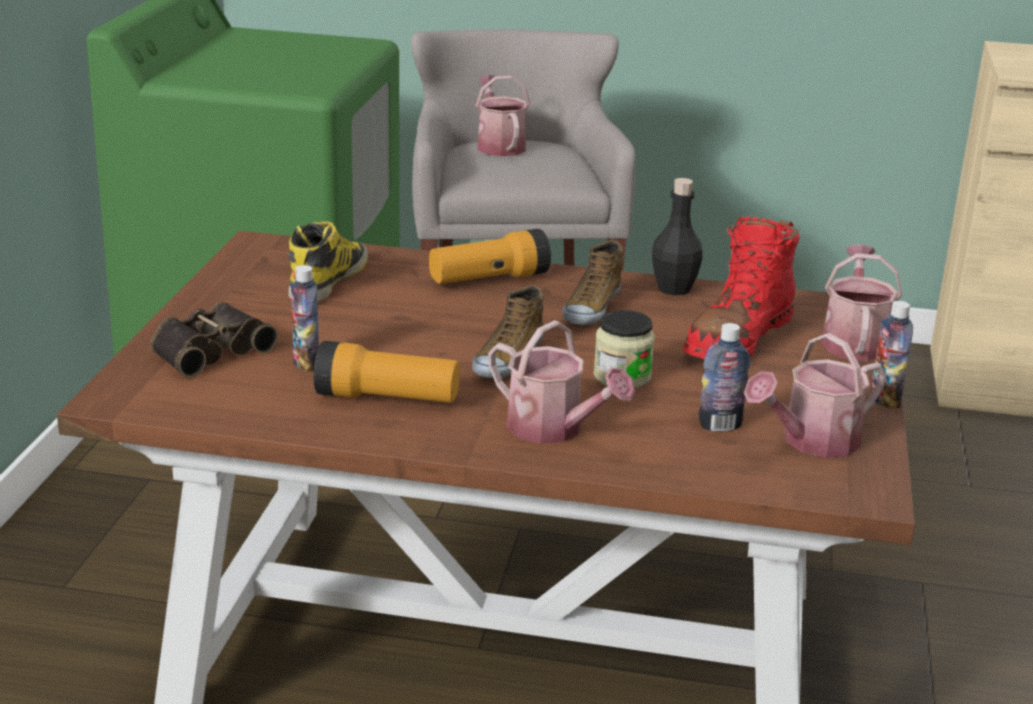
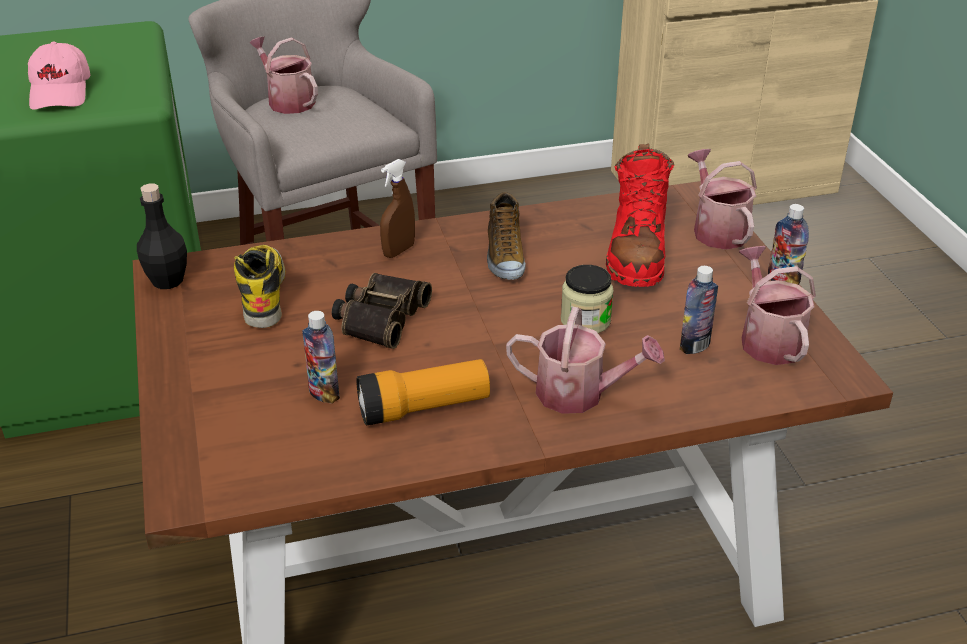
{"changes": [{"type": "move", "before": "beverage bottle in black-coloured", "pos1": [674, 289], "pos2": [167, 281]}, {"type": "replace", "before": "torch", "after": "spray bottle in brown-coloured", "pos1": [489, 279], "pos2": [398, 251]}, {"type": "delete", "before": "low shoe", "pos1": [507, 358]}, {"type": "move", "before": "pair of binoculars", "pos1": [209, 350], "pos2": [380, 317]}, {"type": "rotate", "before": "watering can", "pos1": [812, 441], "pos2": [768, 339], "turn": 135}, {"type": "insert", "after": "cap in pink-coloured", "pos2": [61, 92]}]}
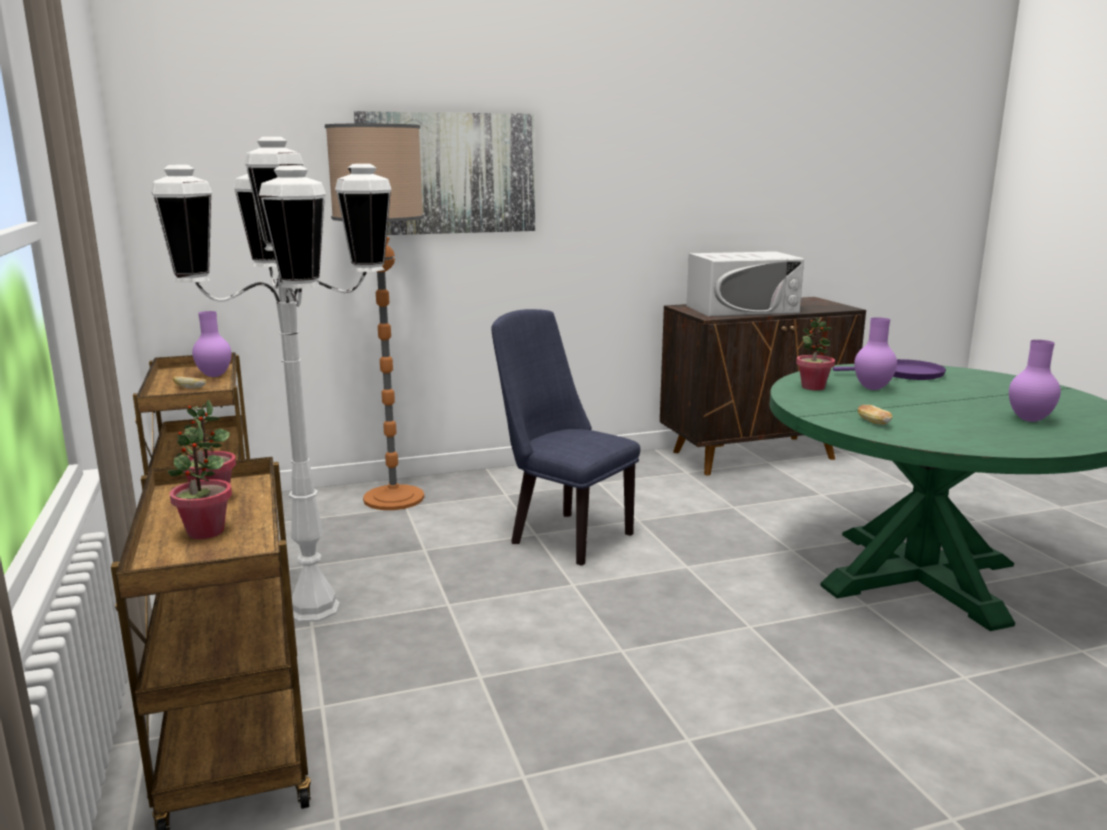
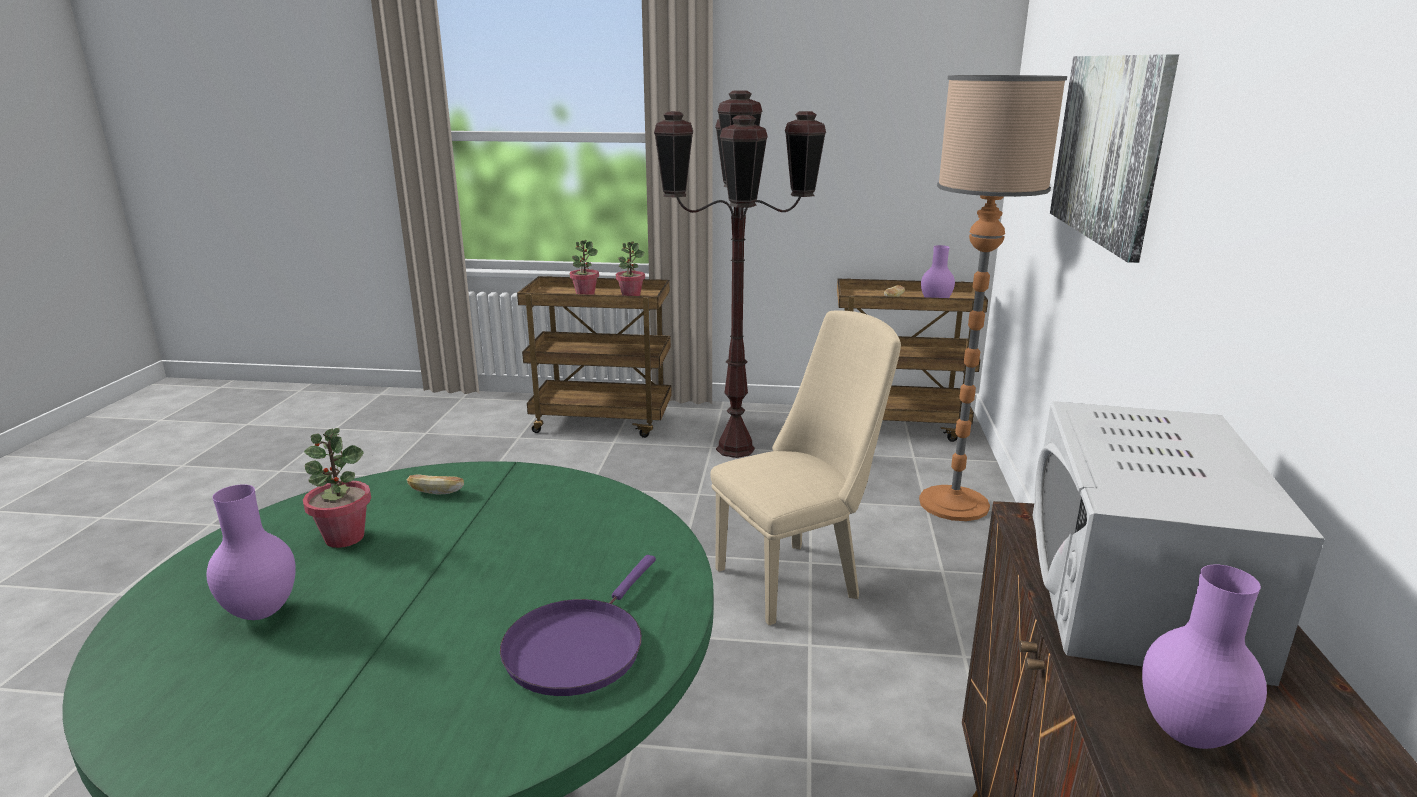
{"changes": [{"type": "recolor", "before": "floor lamp in white-coloured", "after": "floor lamp in brown-coloured", "pos1": [312, 610], "pos2": [734, 449]}, {"type": "recolor", "before": "chair in blue", "after": "chair in sand-coloured", "pos1": [563, 535], "pos2": [796, 578]}, {"type": "move", "before": "houseplant", "pos1": [813, 387], "pos2": [344, 537]}, {"type": "move", "before": "vase in purple", "pos1": [871, 388], "pos2": [1189, 734]}]}
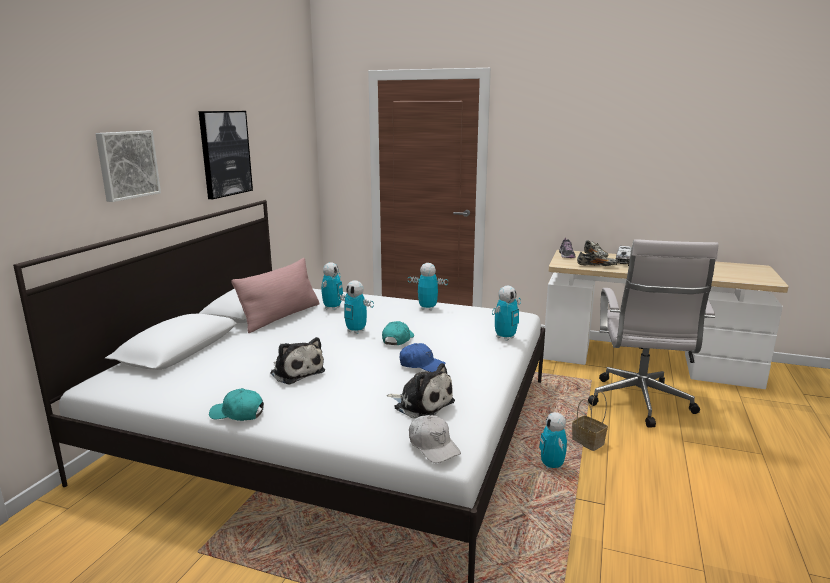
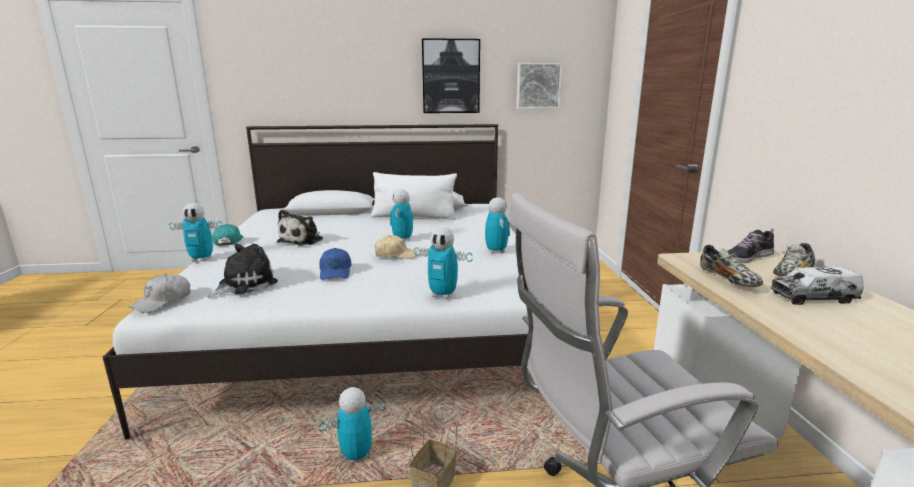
{"changes": [{"type": "move", "before": "picture", "pos1": [127, 164], "pos2": [538, 86]}, {"type": "recolor", "before": "throw pillow in pink-coloured", "after": "throw pillow in white-coloured", "pos1": [281, 316], "pos2": [414, 217]}, {"type": "move", "before": "robot figure", "pos1": [332, 308], "pos2": [202, 259]}, {"type": "recolor", "before": "cap in turquoise", "after": "cap in sand-coloured", "pos1": [397, 339], "pos2": [395, 255]}, {"type": "rotate", "before": "cuddly toy", "pos1": [421, 404], "pos2": [244, 284], "turn": -150}]}
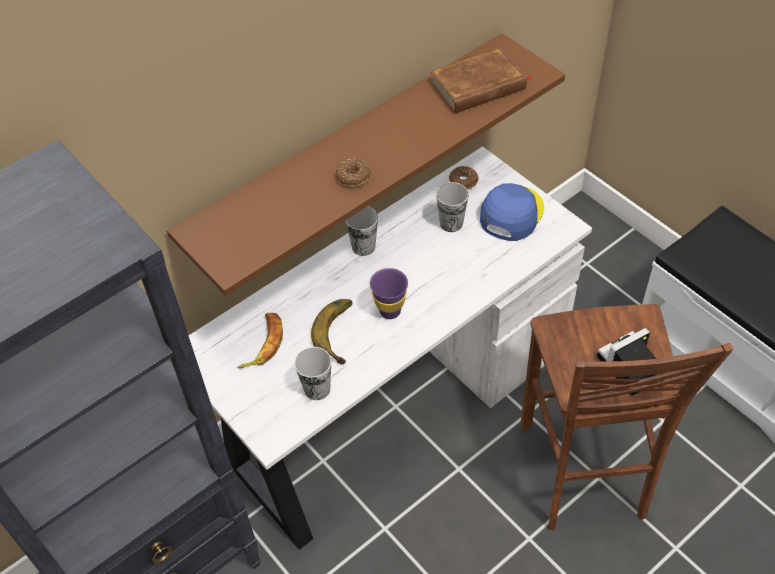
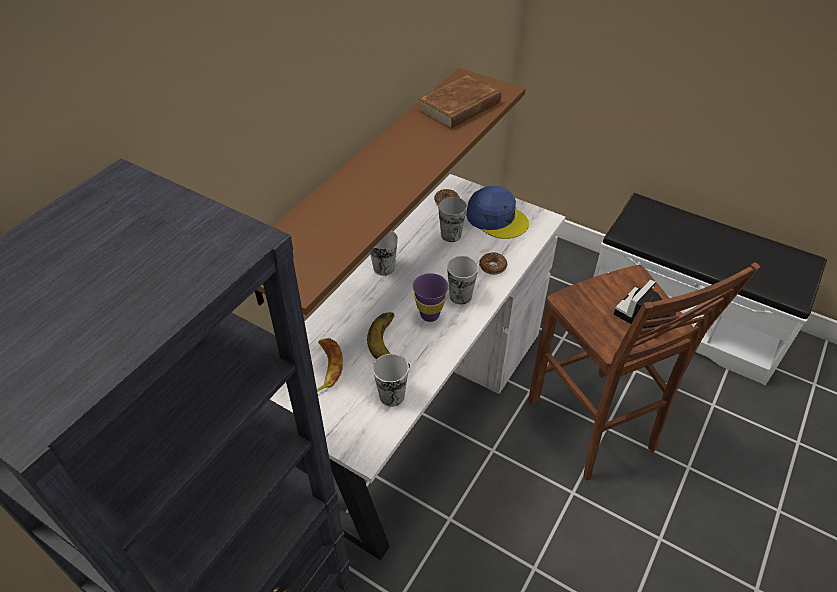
{"changes": [{"type": "move", "before": "doughnut", "pos1": [353, 177], "pos2": [493, 267]}, {"type": "rotate", "before": "cap in blue", "pos1": [511, 214], "pos2": [497, 218], "turn": 120}, {"type": "insert", "after": "cup", "pos2": [460, 296]}]}
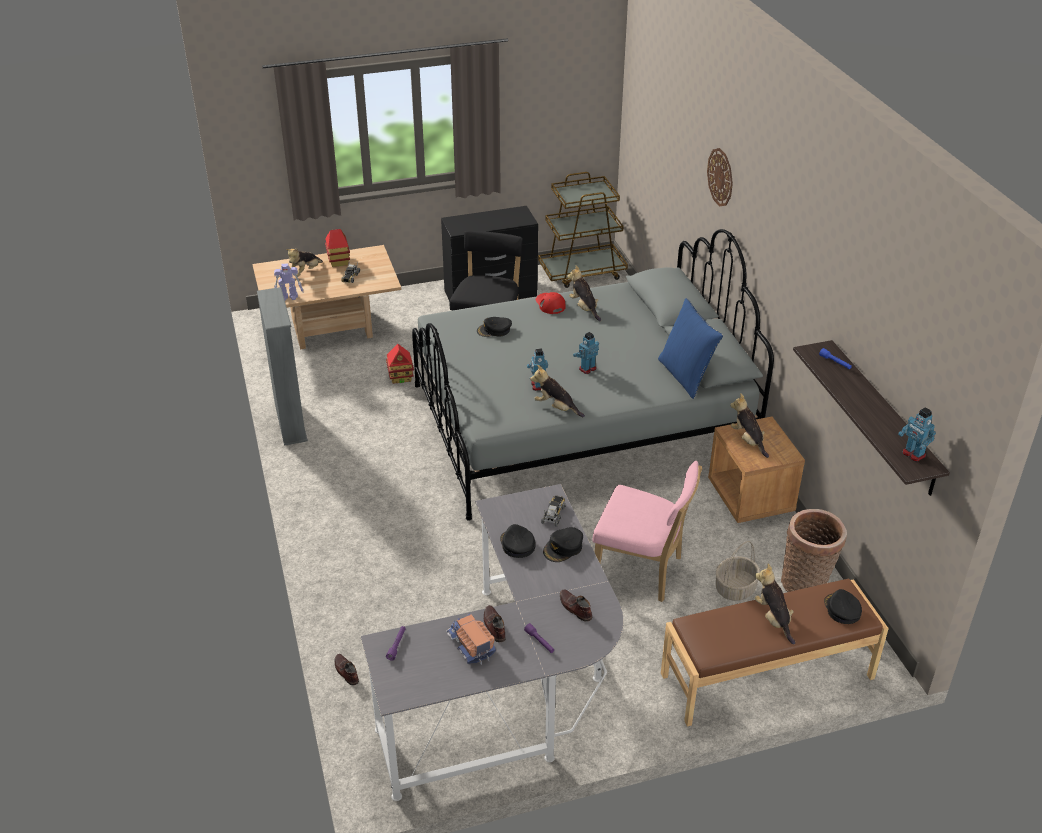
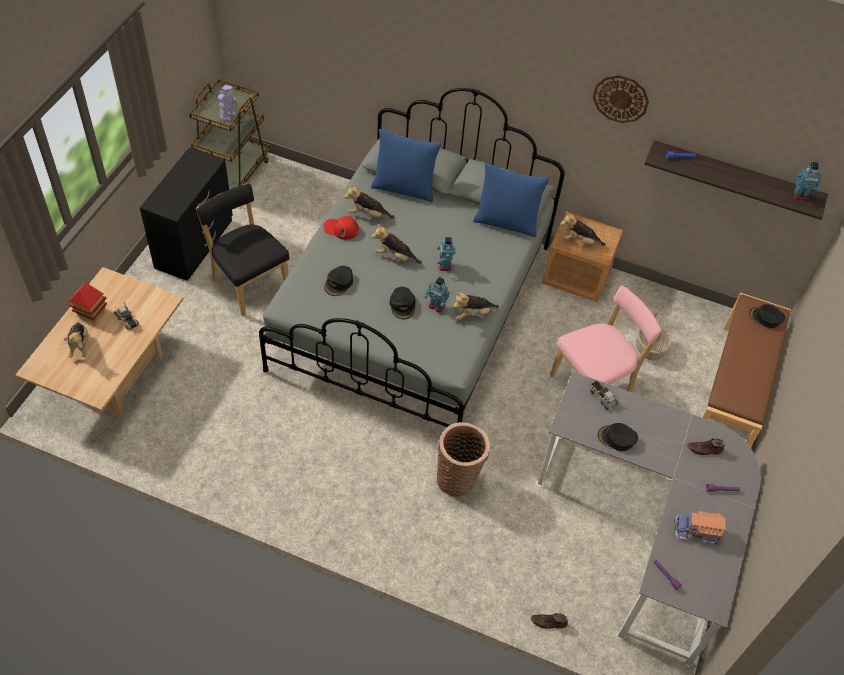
{"changes": [{"type": "move", "before": "wall clock", "pos1": [720, 177], "pos2": [620, 98]}, {"type": "move", "before": "robot figure", "pos1": [289, 297], "pos2": [228, 115]}, {"type": "delete", "before": "bookshelf in gray", "pos1": [290, 422]}, {"type": "delete", "before": "toy house", "pos1": [400, 377]}, {"type": "move", "before": "basket", "pos1": [806, 584], "pos2": [458, 478]}, {"type": "move", "before": "cap in black-coloured", "pos1": [563, 548], "pos2": [403, 305]}, {"type": "move", "before": "cuddly toy", "pos1": [773, 618], "pos2": [395, 256]}, {"type": "delete", "before": "low shoe in brown-coloured", "pos1": [494, 626]}, {"type": "insert", "after": "throw pillow in blue", "pos2": [404, 188]}]}
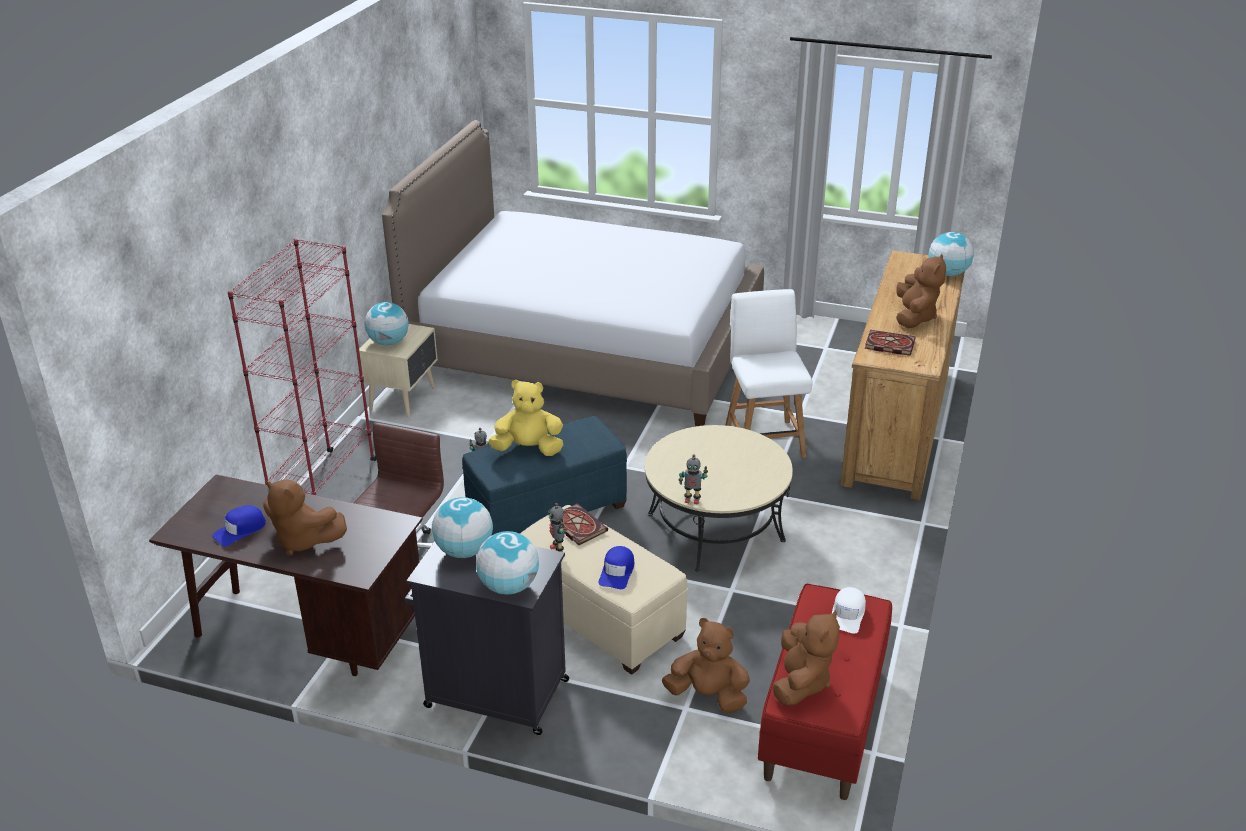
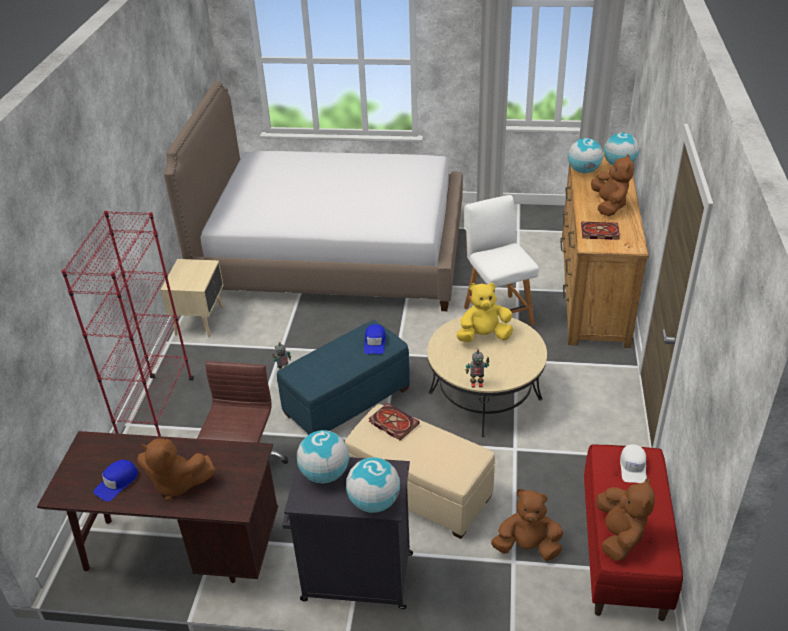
{"changes": [{"type": "move", "before": "desk globe", "pos1": [388, 342], "pos2": [583, 171]}, {"type": "move", "before": "cuddly toy in yellow", "pos1": [528, 449], "pos2": [484, 336]}, {"type": "delete", "before": "robot figure", "pos1": [557, 549]}, {"type": "move", "before": "cap in blue", "pos1": [617, 572], "pos2": [375, 342]}]}
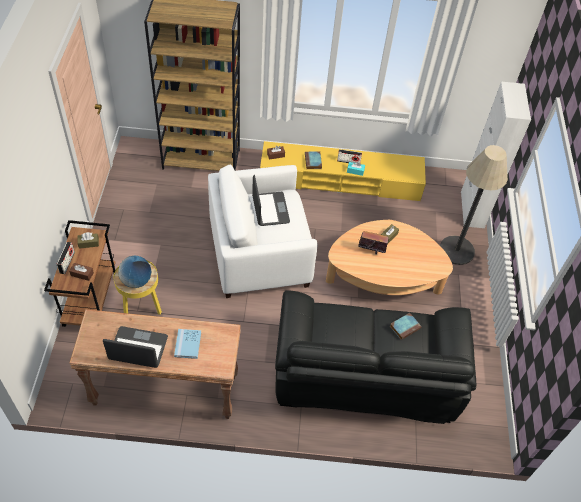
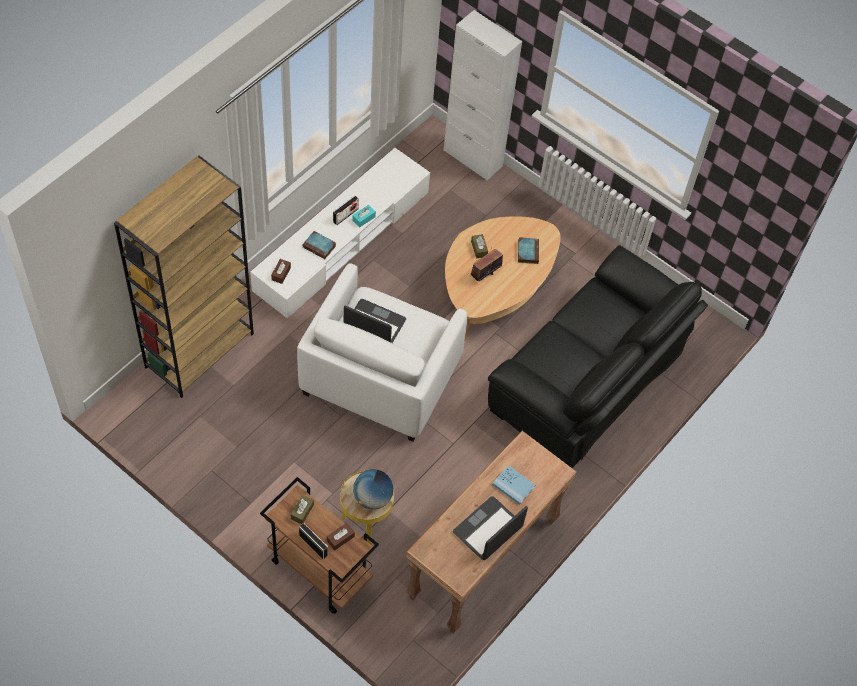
{"changes": [{"type": "recolor", "before": "media console in yellow", "after": "media console in white-coloured", "pos1": [340, 181], "pos2": [342, 241]}, {"type": "delete", "before": "floor lamp", "pos1": [456, 250]}, {"type": "move", "before": "book", "pos1": [405, 327], "pos2": [527, 251]}]}
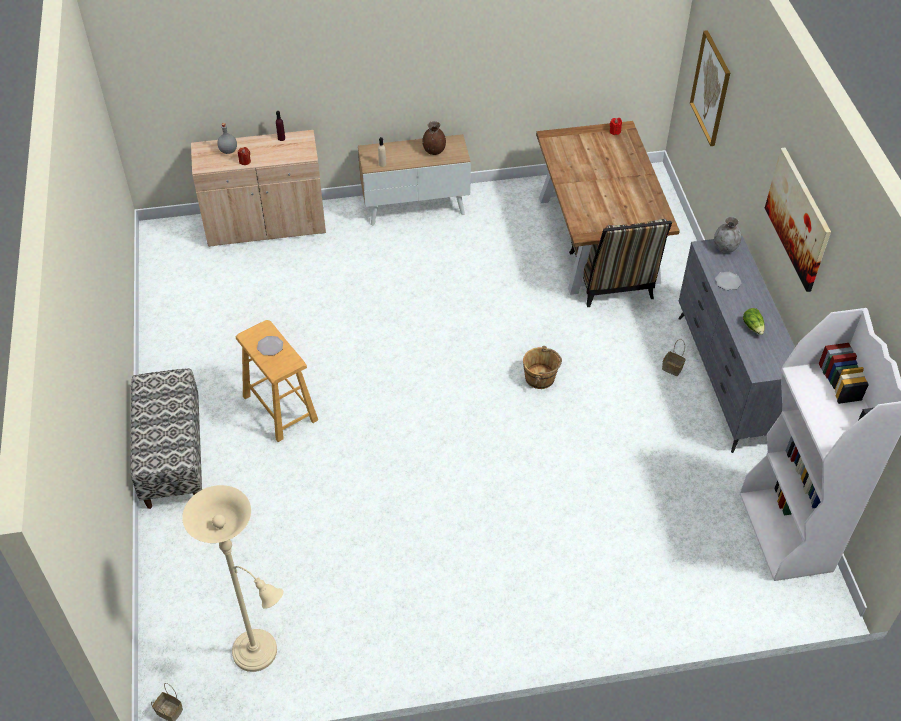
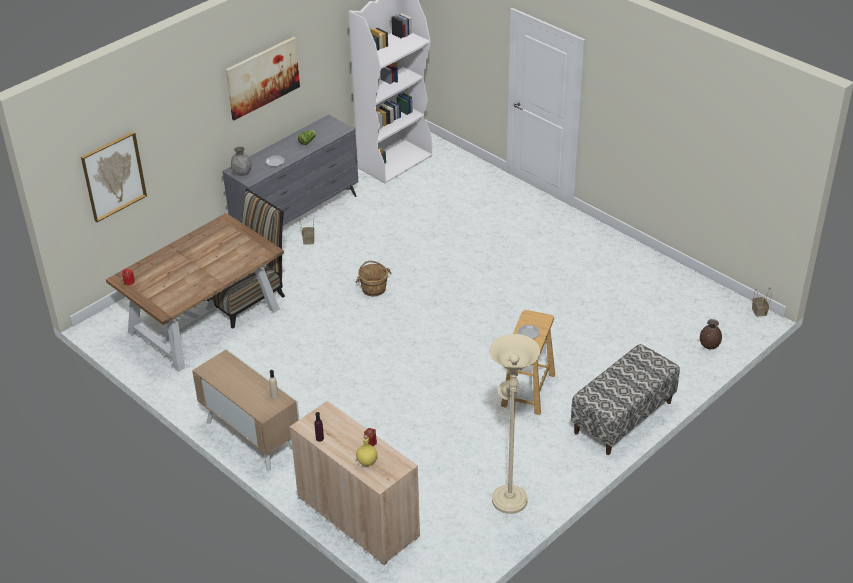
{"changes": [{"type": "move", "before": "vase in brown-coloured", "pos1": [434, 151], "pos2": [709, 345]}, {"type": "recolor", "before": "beverage bottle in gray", "after": "beverage bottle in yellow", "pos1": [228, 150], "pos2": [367, 462]}, {"type": "move", "before": "floor lamp in sand-coloured", "pos1": [260, 654], "pos2": [508, 496]}]}
